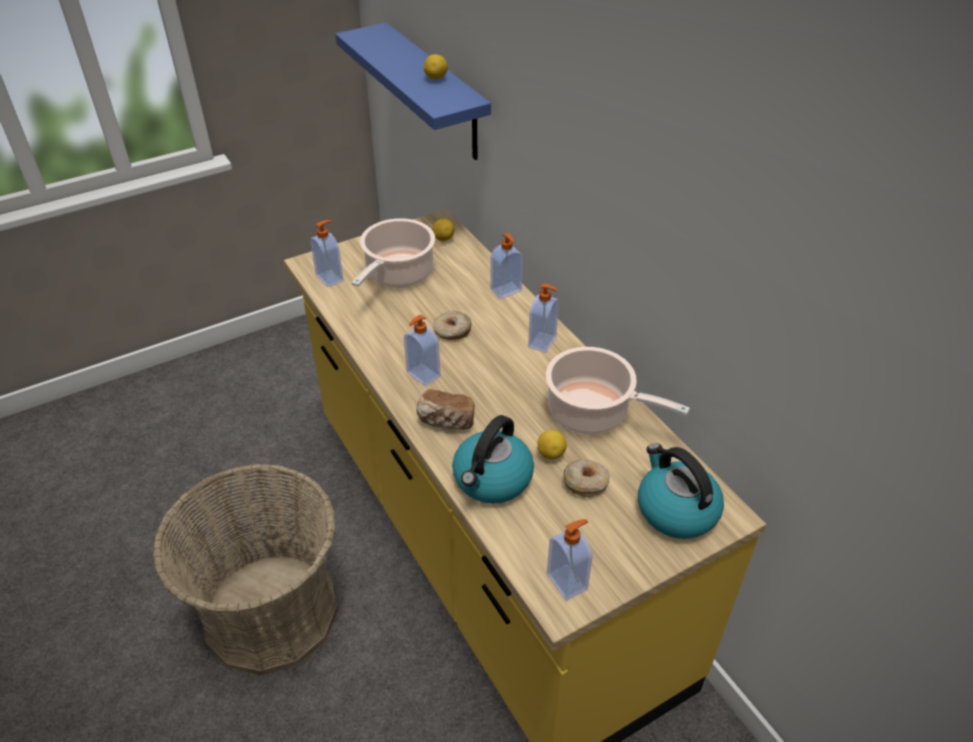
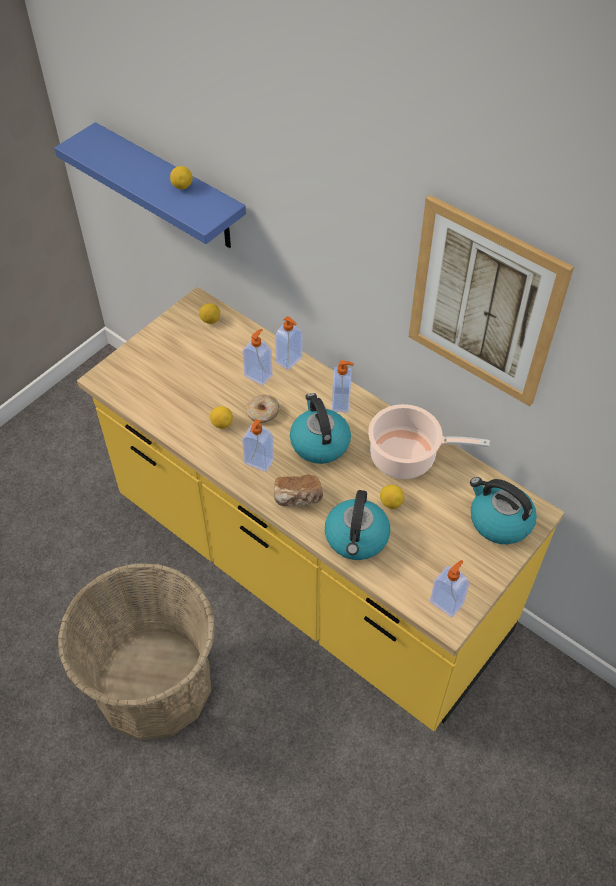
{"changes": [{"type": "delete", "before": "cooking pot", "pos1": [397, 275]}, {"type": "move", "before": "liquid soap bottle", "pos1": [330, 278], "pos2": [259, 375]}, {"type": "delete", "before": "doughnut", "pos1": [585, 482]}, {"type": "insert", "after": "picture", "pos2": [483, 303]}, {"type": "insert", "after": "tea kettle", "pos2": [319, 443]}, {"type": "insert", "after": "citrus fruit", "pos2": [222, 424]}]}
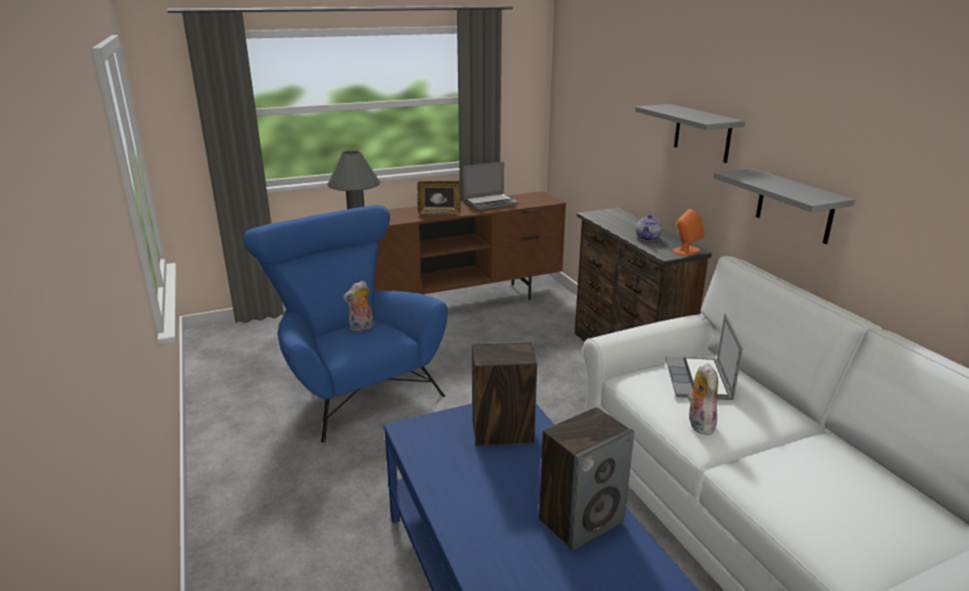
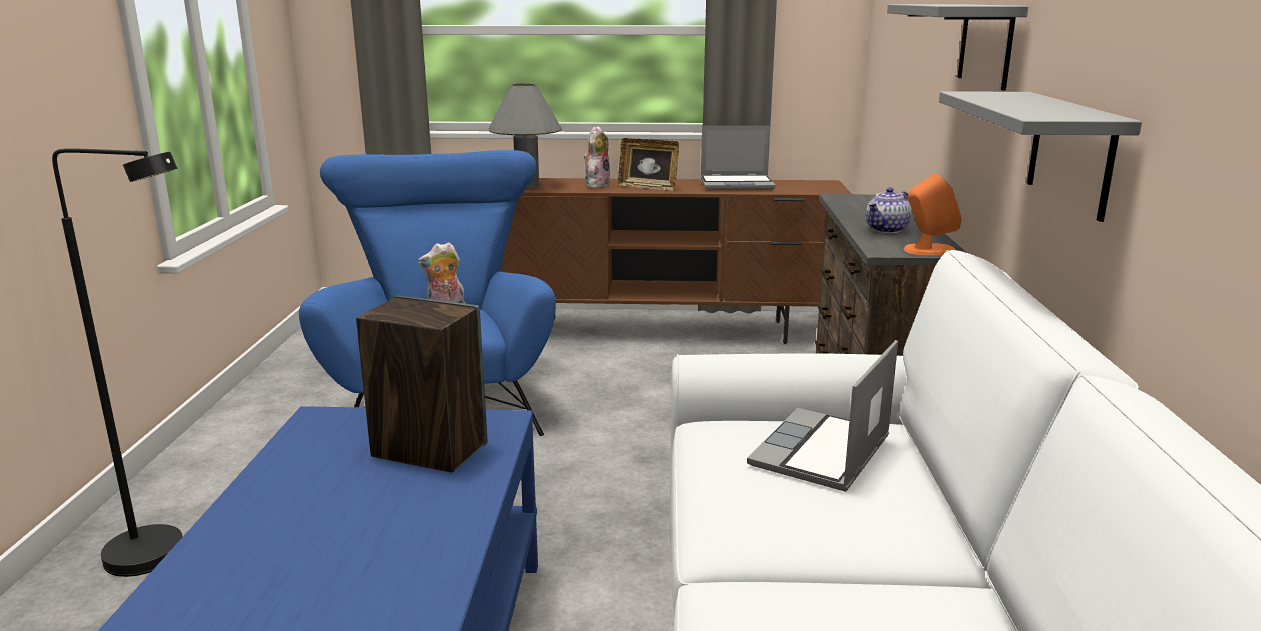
{"changes": [{"type": "move", "before": "cuddly toy", "pos1": [698, 424], "pos2": [596, 185]}, {"type": "delete", "before": "audio speaker", "pos1": [581, 520]}, {"type": "insert", "after": "floor lamp in black-coloured", "pos2": [164, 556]}]}
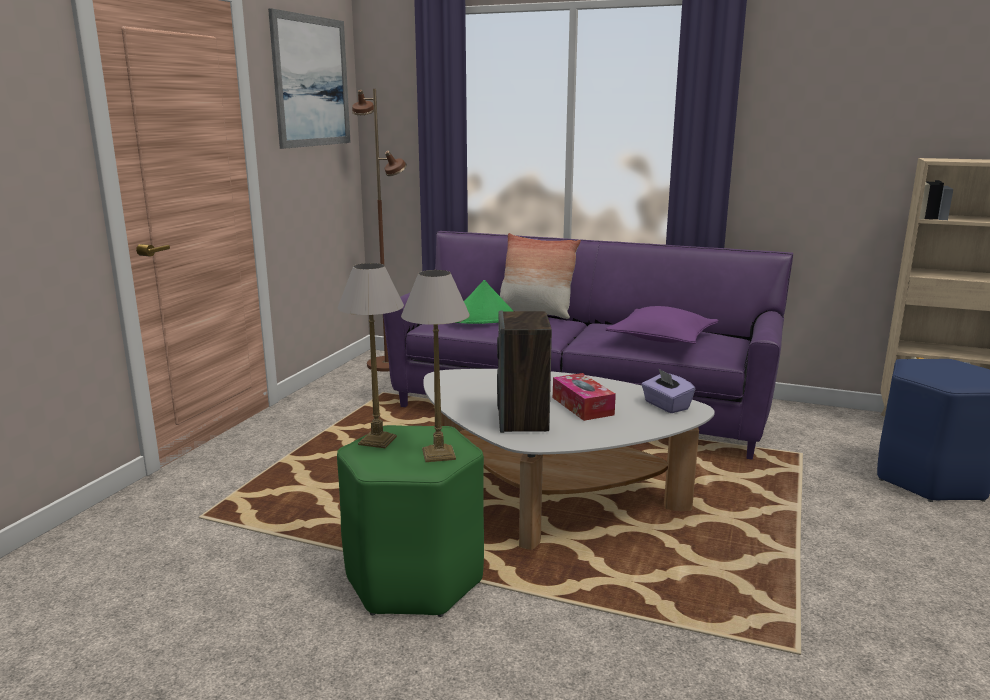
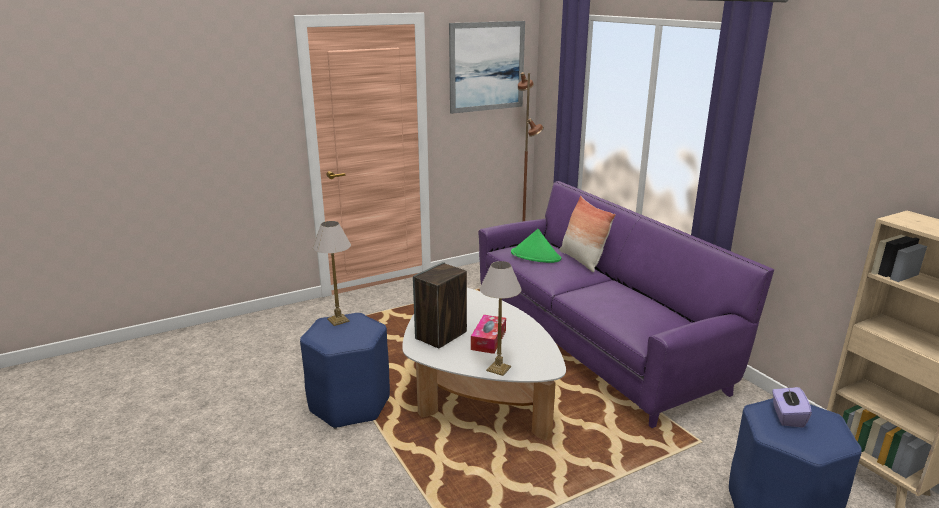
{"changes": [{"type": "move", "before": "tabletop lamp", "pos1": [439, 454], "pos2": [499, 368]}, {"type": "delete", "before": "throw pillow in purple", "pos1": [662, 338]}, {"type": "move", "before": "box of tissues in purple", "pos1": [666, 406], "pos2": [787, 416]}, {"type": "recolor", "before": "stool seat in greenish", "after": "stool seat in blue", "pos1": [414, 579], "pos2": [350, 404]}]}
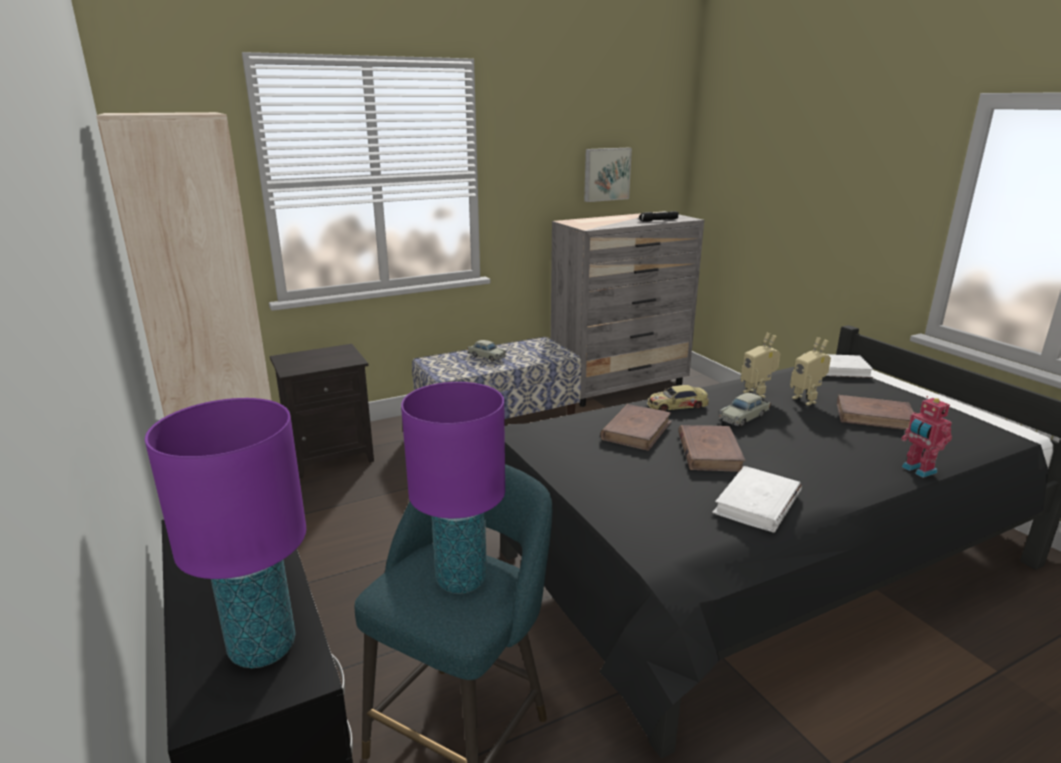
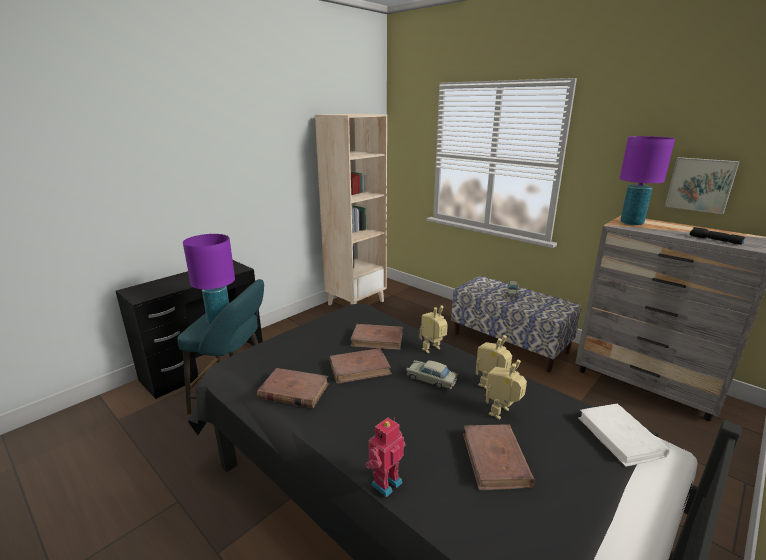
{"changes": [{"type": "delete", "before": "night table in black-coloured", "pos1": [331, 456]}, {"type": "replace", "before": "model car", "after": "robot figure", "pos1": [677, 405], "pos2": [433, 350]}, {"type": "move", "before": "tabletop lamp in purple", "pos1": [263, 648], "pos2": [631, 223]}, {"type": "recolor", "before": "book in white-coloured", "after": "book in brown-coloured", "pos1": [757, 503], "pos2": [293, 391]}]}
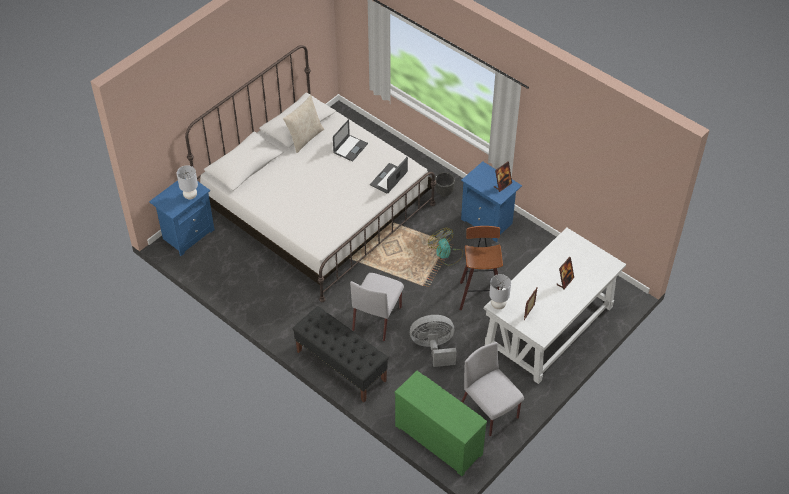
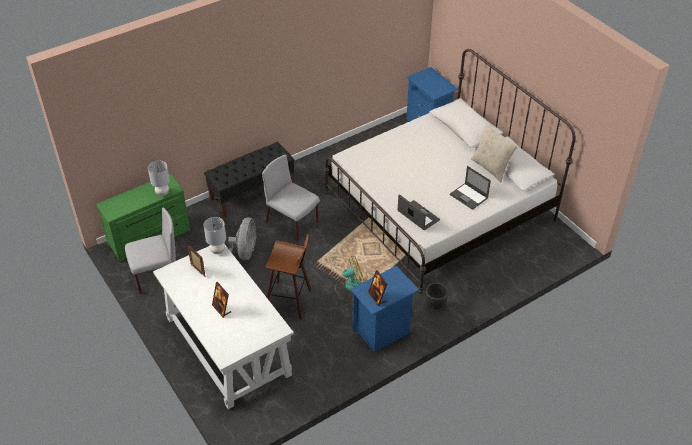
{"changes": [{"type": "move", "before": "tabletop lamp in gray", "pos1": [190, 196], "pos2": [162, 192]}]}
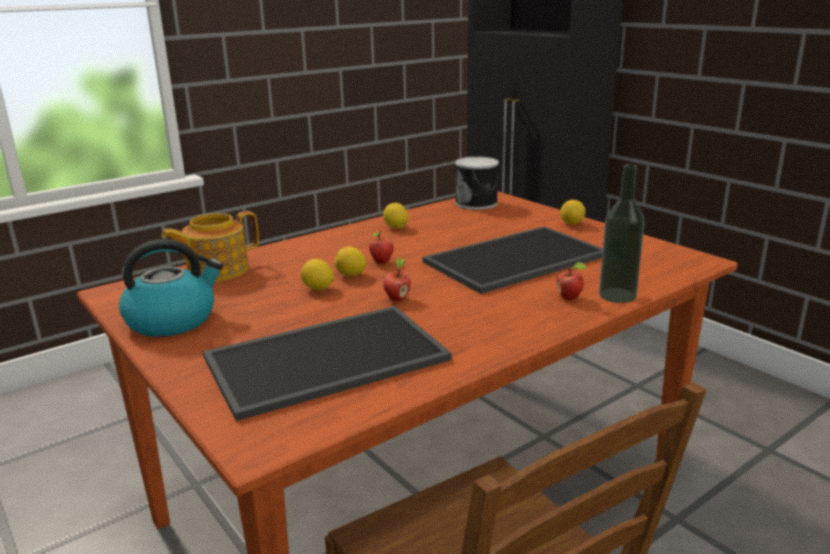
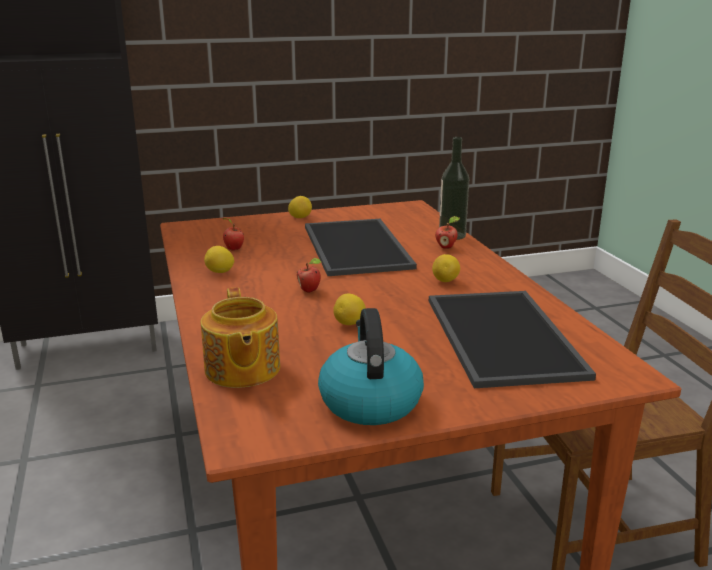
{"changes": [{"type": "delete", "before": "metal can", "pos1": [477, 203]}, {"type": "move", "before": "citrus fruit", "pos1": [351, 275], "pos2": [445, 281]}, {"type": "move", "before": "apple", "pos1": [397, 298], "pos2": [233, 249]}]}
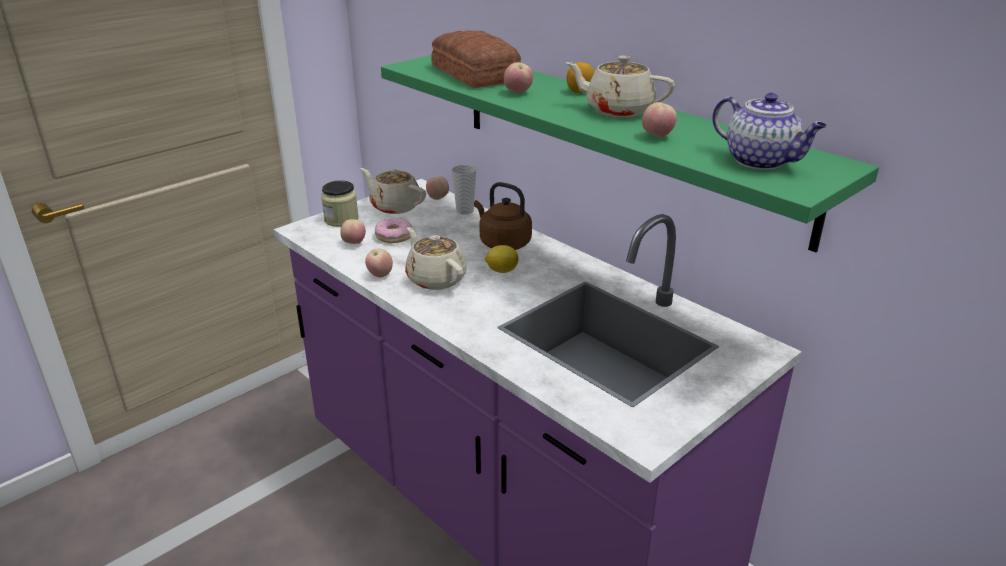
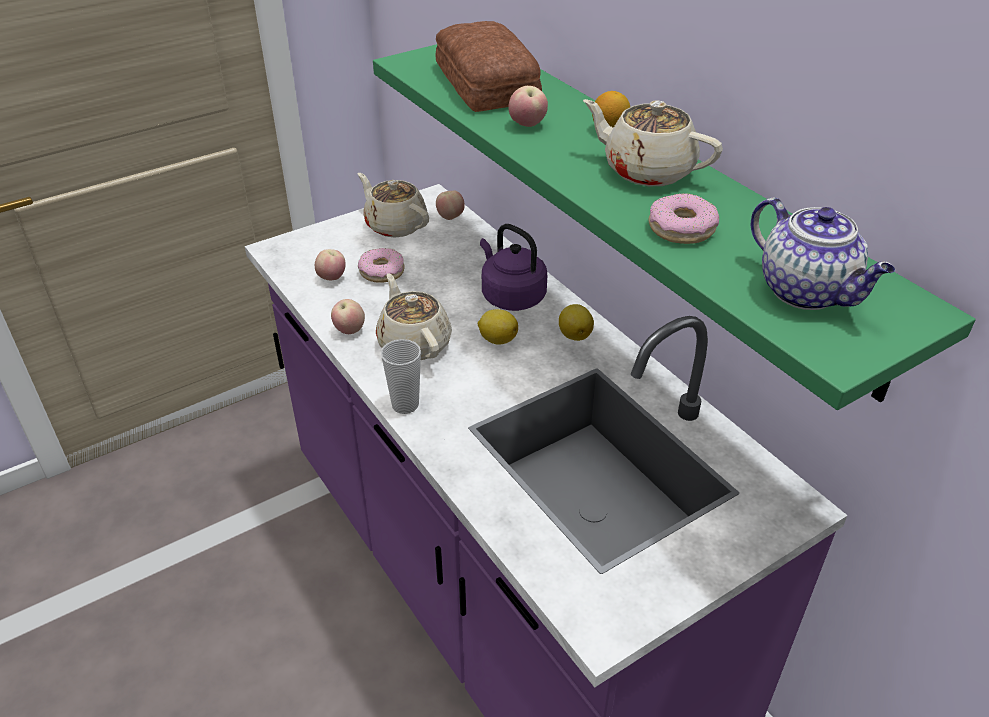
{"changes": [{"type": "replace", "before": "apple", "after": "doughnut", "pos1": [657, 137], "pos2": [681, 228]}, {"type": "move", "before": "cup", "pos1": [465, 211], "pos2": [405, 405]}, {"type": "delete", "before": "preserve jar", "pos1": [341, 219]}, {"type": "recolor", "before": "tea kettle in brown-coloured", "after": "tea kettle in purple", "pos1": [502, 243], "pos2": [511, 296]}, {"type": "insert", "after": "citrus fruit", "pos2": [575, 334]}]}
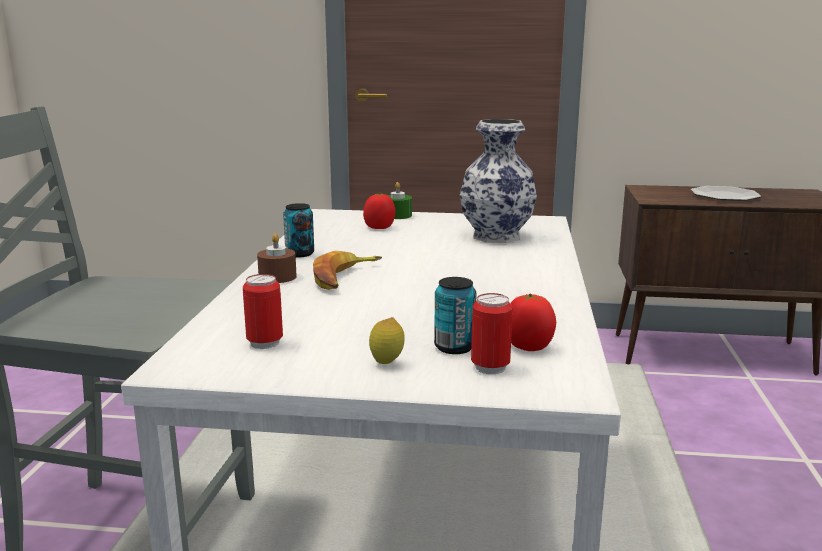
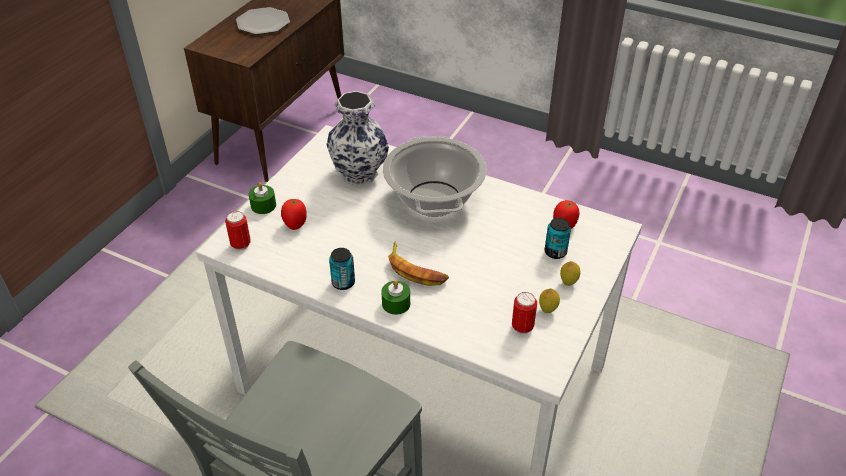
{"changes": [{"type": "recolor", "before": "wax light in brown-coloured", "after": "wax light in greenish", "pos1": [277, 277], "pos2": [396, 304]}, {"type": "move", "before": "metal can", "pos1": [490, 367], "pos2": [241, 245]}, {"type": "insert", "after": "cooking pot", "pos2": [433, 199]}, {"type": "insert", "after": "citrus fruit", "pos2": [547, 310]}]}
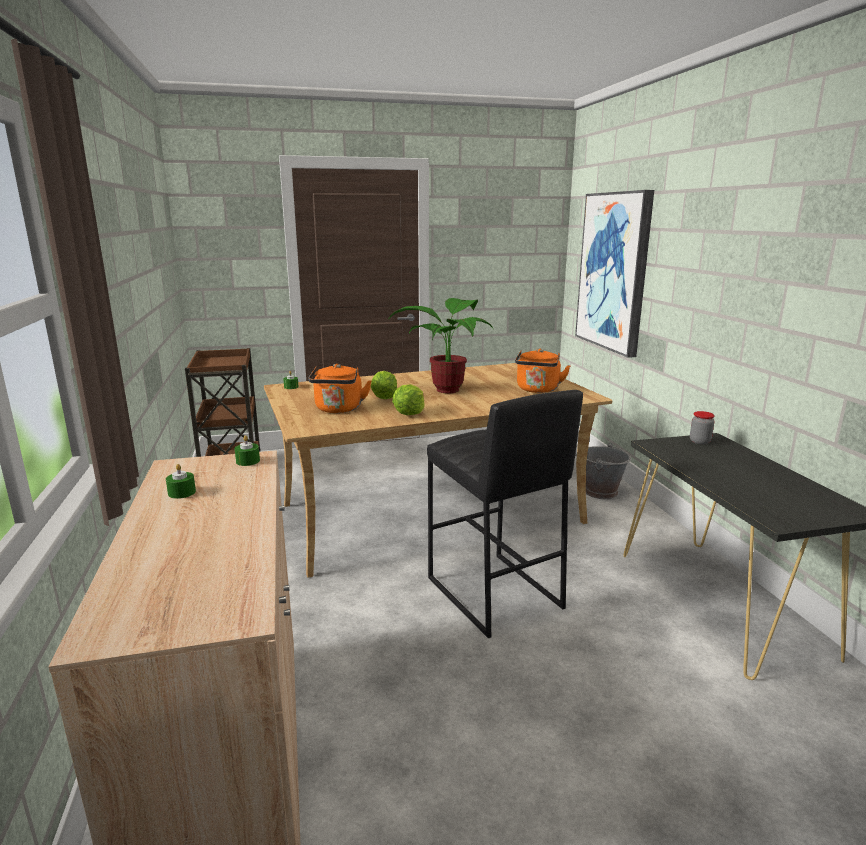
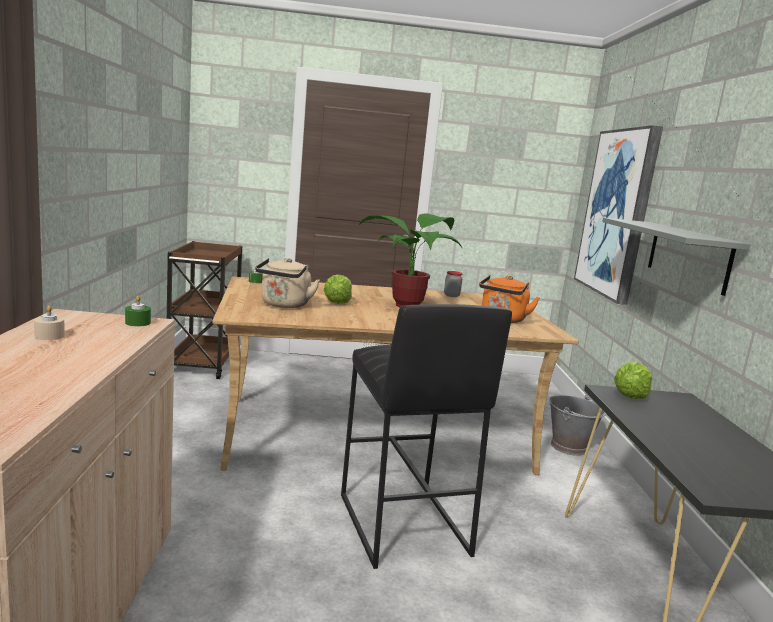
{"changes": [{"type": "recolor", "before": "tea kettle in orangey", "after": "tea kettle in sand-coloured", "pos1": [338, 410], "pos2": [284, 305]}, {"type": "move", "before": "head of lettuce", "pos1": [409, 413], "pos2": [630, 396]}, {"type": "move", "before": "preserve jar", "pos1": [699, 441], "pos2": [451, 295]}, {"type": "recolor", "before": "wax light in greenish", "after": "wax light in sand-coloured", "pos1": [182, 492], "pos2": [49, 336]}, {"type": "insert", "after": "wall shelf in gray", "pos2": [688, 255]}]}
